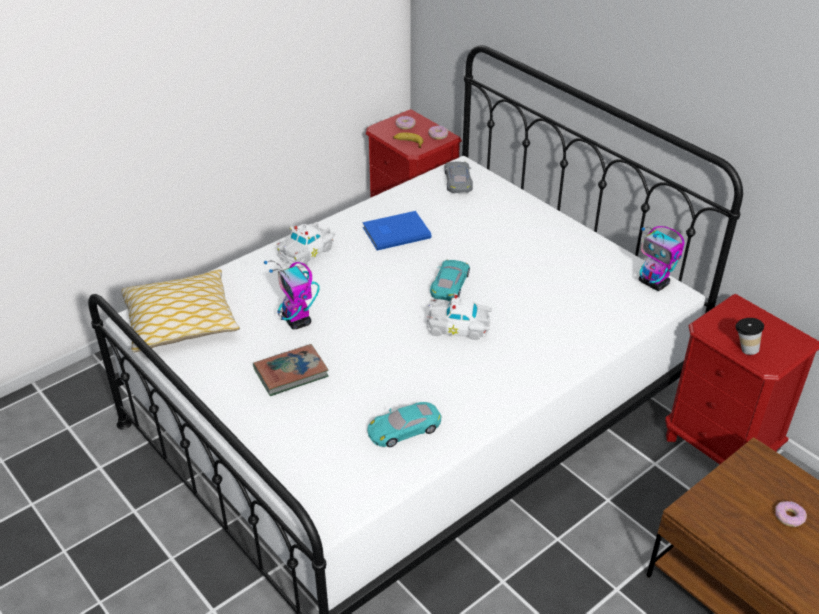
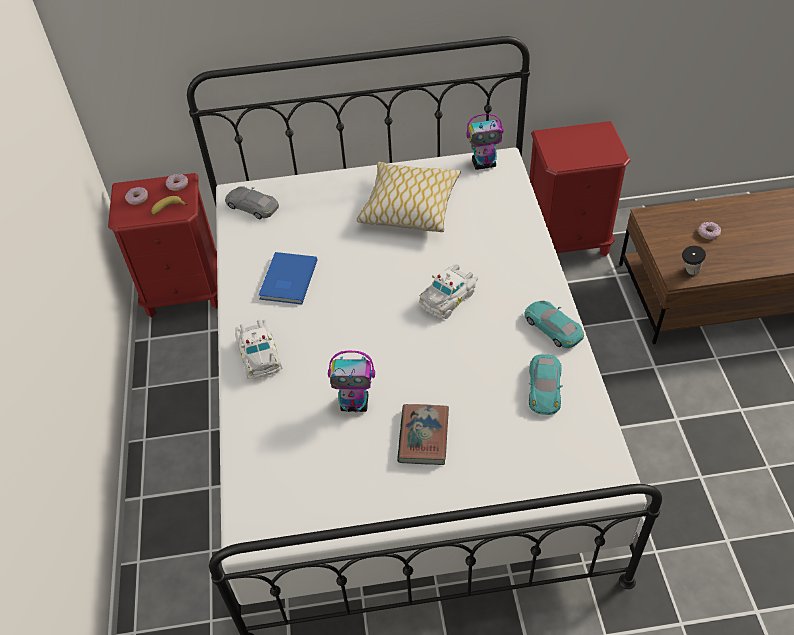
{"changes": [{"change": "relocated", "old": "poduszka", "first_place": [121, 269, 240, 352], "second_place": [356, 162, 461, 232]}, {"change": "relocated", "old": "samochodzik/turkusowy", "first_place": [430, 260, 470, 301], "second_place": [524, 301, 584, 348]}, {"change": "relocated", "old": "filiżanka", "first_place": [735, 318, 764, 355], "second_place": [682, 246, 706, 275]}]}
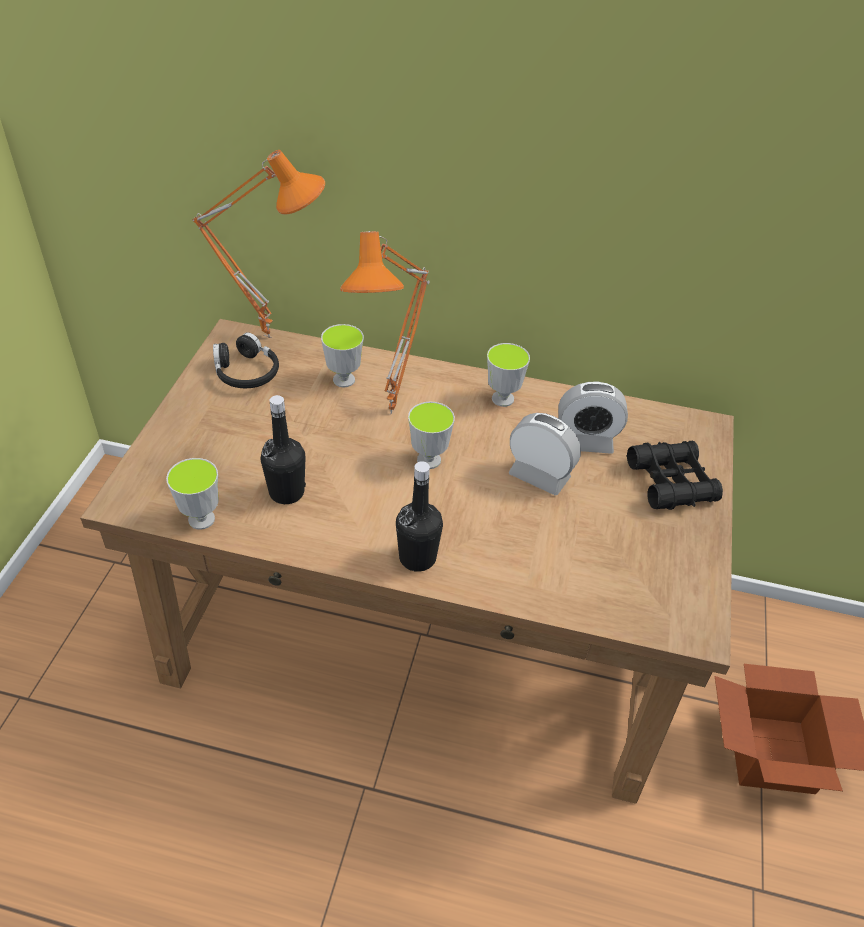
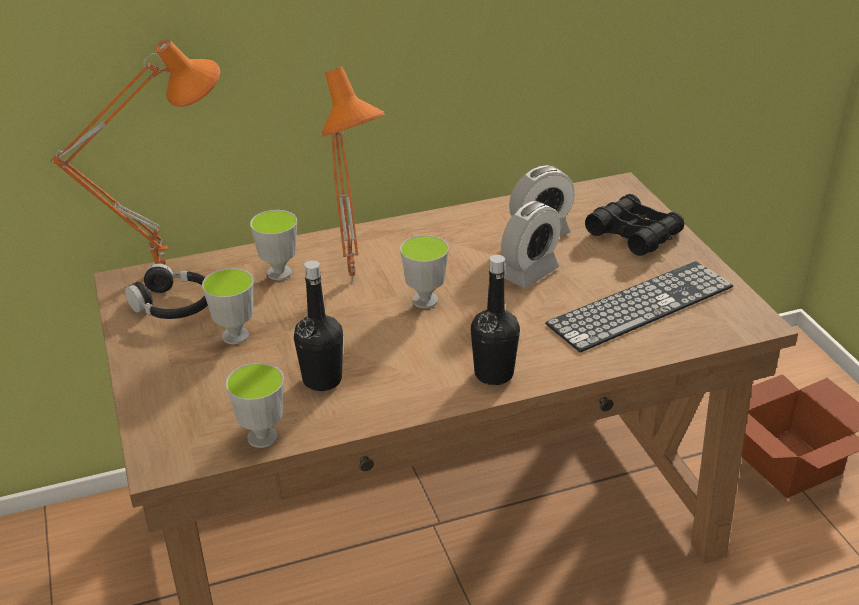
{"changes": [{"change": "relocated", "old": "filiżanka", "first_place": [487, 343, 530, 407], "second_place": [202, 268, 253, 344]}, {"change": "spun", "old": "budzik", "first_place": [509, 413, 581, 495], "second_place": [501, 201, 561, 288], "degrees": 135}, {"change": "appeared", "new": "klawiatura", "second_place": [545, 261, 733, 353]}]}
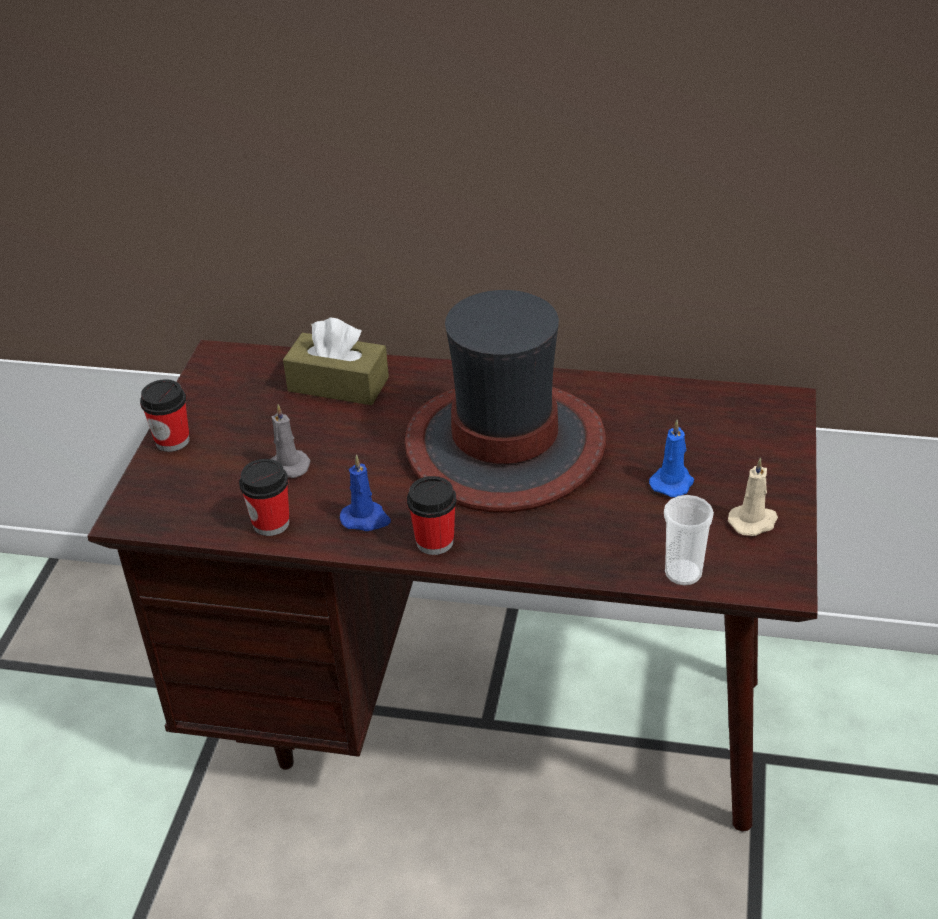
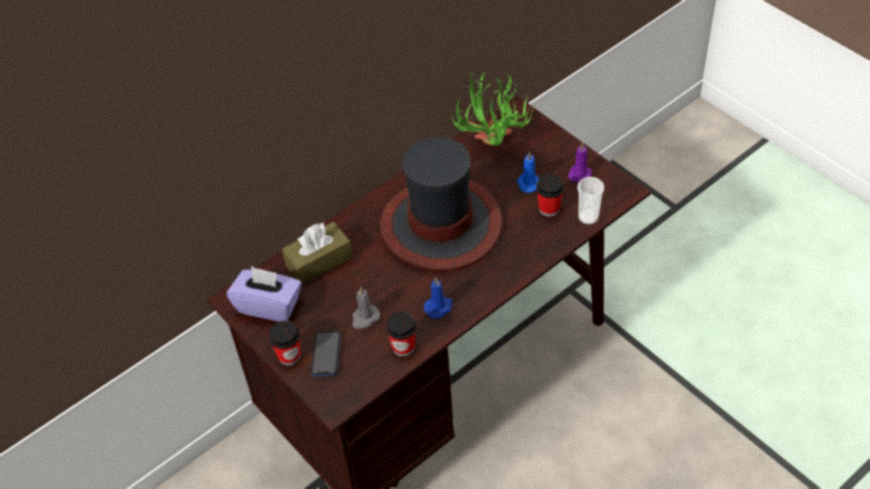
{"changes": [{"change": "appeared", "new": "pudełko chusteczek/fioletowy", "second_place": [227, 266, 301, 322]}, {"change": "appeared", "new": "telefon", "second_place": [311, 331, 341, 376]}, {"change": "appeared", "new": "roślina doniczkowa", "second_place": [450, 72, 537, 146]}, {"change": "relocated", "old": "filiżanka", "first_place": [407, 476, 457, 555], "second_place": [536, 174, 564, 217]}, {"change": "colour", "old": "świeca/beżowy", "new": "świeca/fioletowy", "first_place": [728, 457, 778, 536], "second_place": [568, 142, 592, 183]}]}
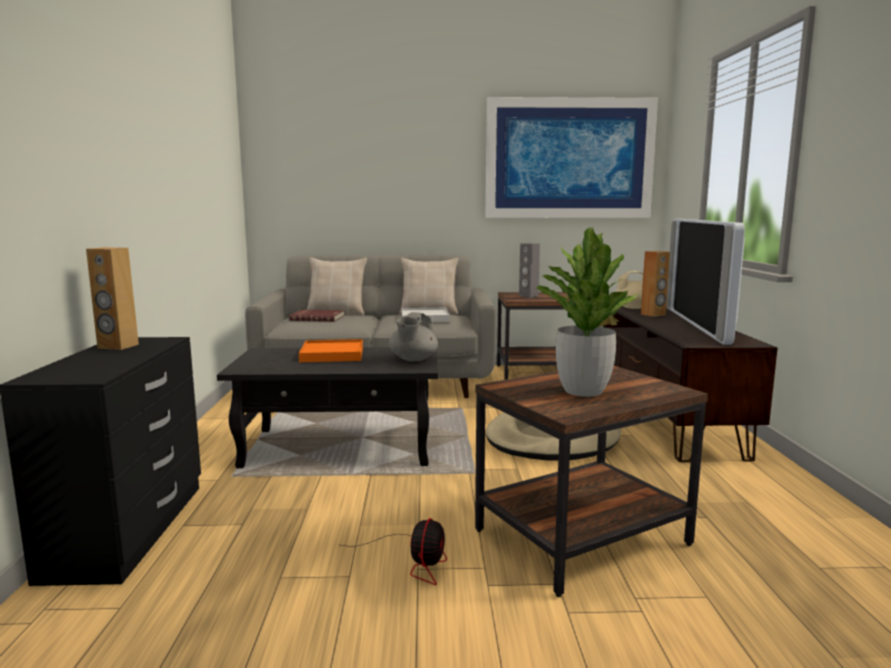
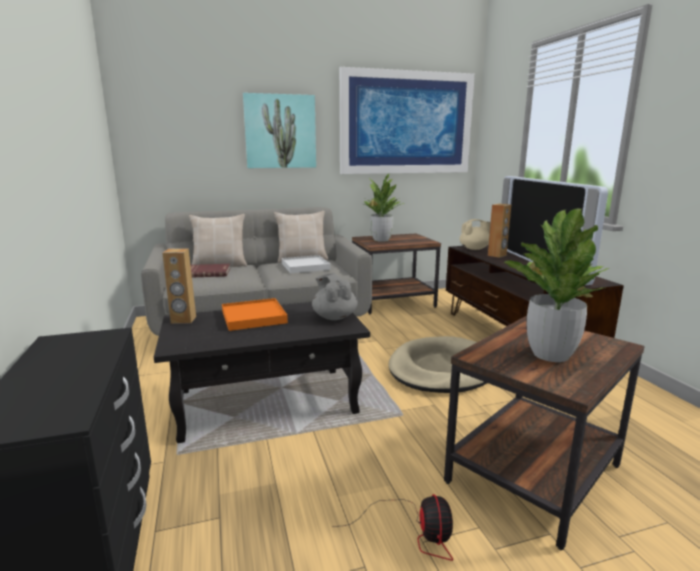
{"changes": [{"change": "relocated", "old": "głośnik/brązowy", "first_place": [86, 247, 139, 350], "second_place": [163, 248, 196, 324]}, {"change": "appeared", "new": "obraz", "second_place": [243, 93, 316, 168]}, {"change": "spun", "old": "imbryk/szary", "first_place": [389, 312, 438, 361], "second_place": [312, 273, 358, 320], "degrees": 150}, {"change": "exchanged", "old": "głośnik/szary", "new": "roślina doniczkowa", "first_place": [519, 243, 540, 297], "second_place": [364, 173, 404, 242]}]}
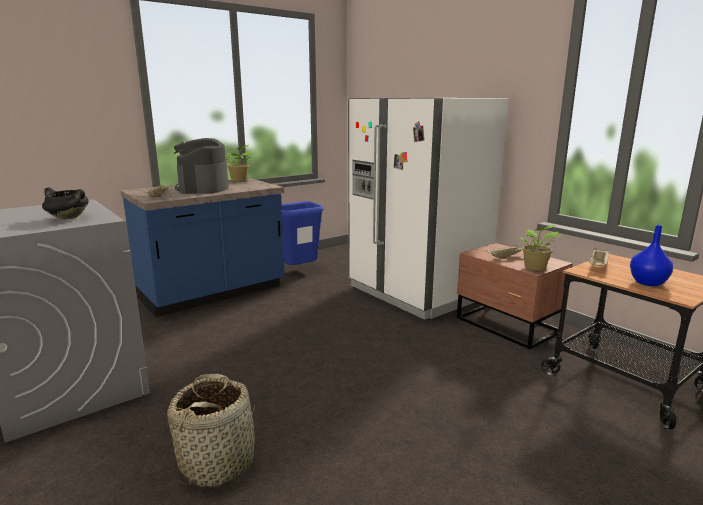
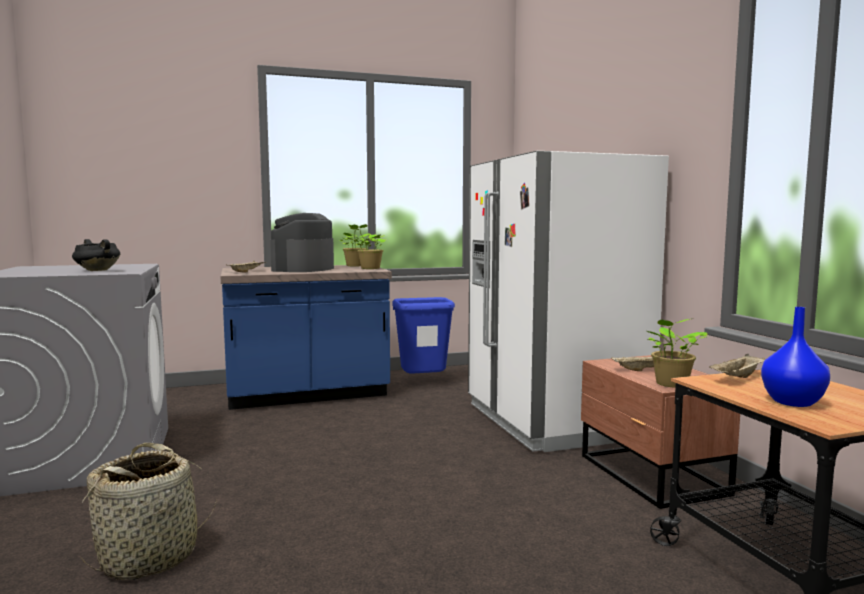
{"changes": [{"change": "appeared", "new": "roślina doniczkowa", "second_place": [349, 224, 386, 269]}]}
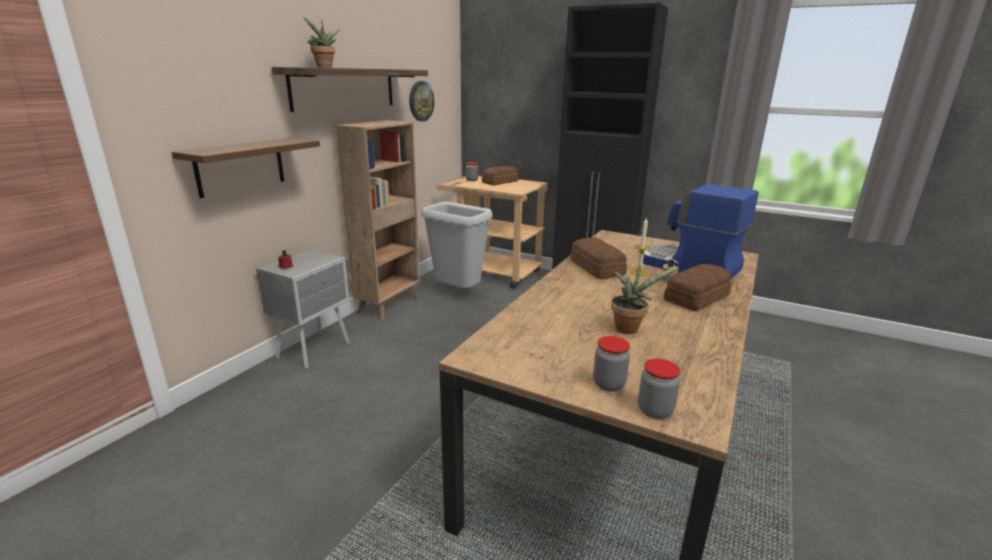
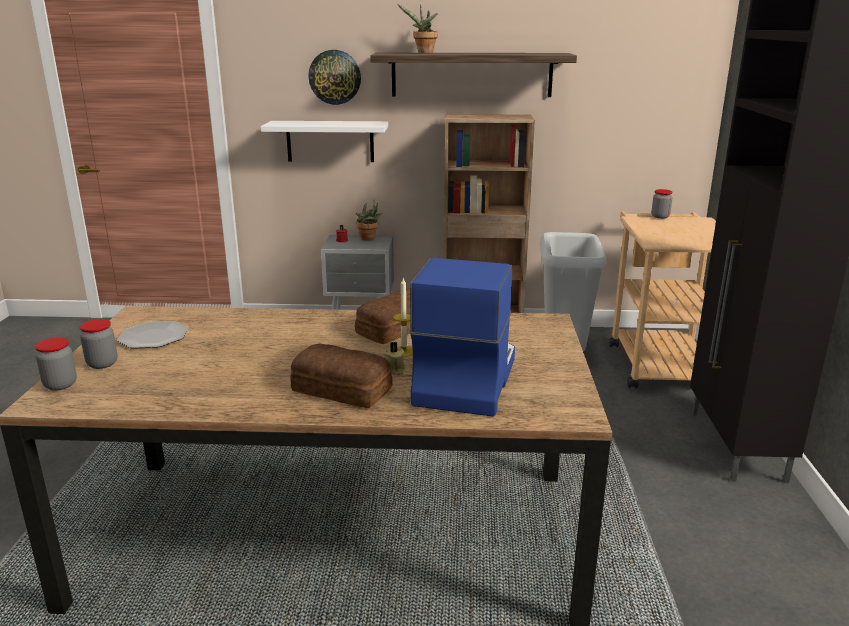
{"changes": [{"change": "appeared", "new": "talerz", "second_place": [117, 321, 189, 349]}, {"change": "colour", "old": "półka/brązowy", "new": "półka/biały", "first_place": [171, 138, 320, 198], "second_place": [261, 121, 388, 162]}, {"change": "relocated", "old": "zegar ścienny", "first_place": [409, 81, 434, 121], "second_place": [308, 50, 361, 105]}, {"change": "relocated", "old": "roślina doniczkowa", "first_place": [611, 265, 676, 334], "second_place": [356, 201, 382, 241]}, {"change": "missing", "old": "chleb", "first_place": [482, 166, 519, 185]}]}
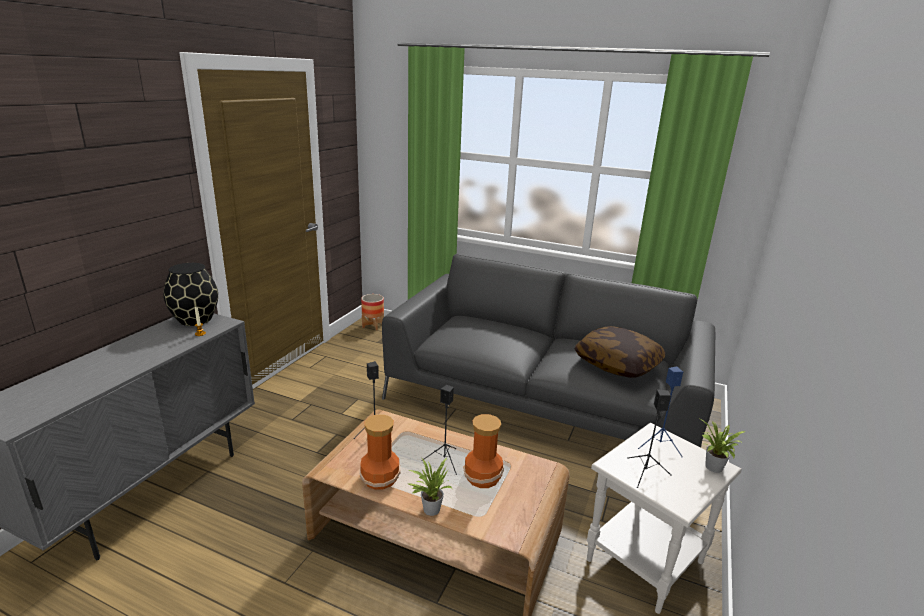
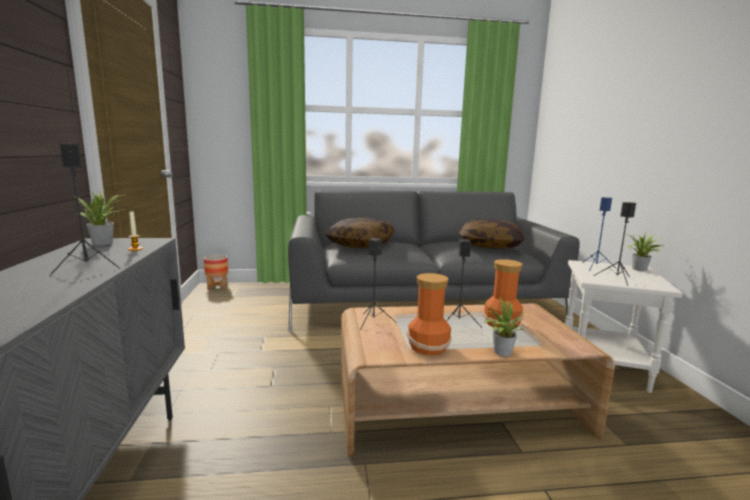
{"changes": [{"change": "appeared", "new": "głośnik/czarny", "second_place": [49, 143, 121, 276]}, {"change": "exchanged", "old": "wazon/czarny", "new": "roślina doniczkowa", "first_place": [164, 263, 218, 326], "second_place": [74, 191, 125, 245]}, {"change": "appeared", "new": "poduszka", "second_place": [325, 217, 395, 248]}]}
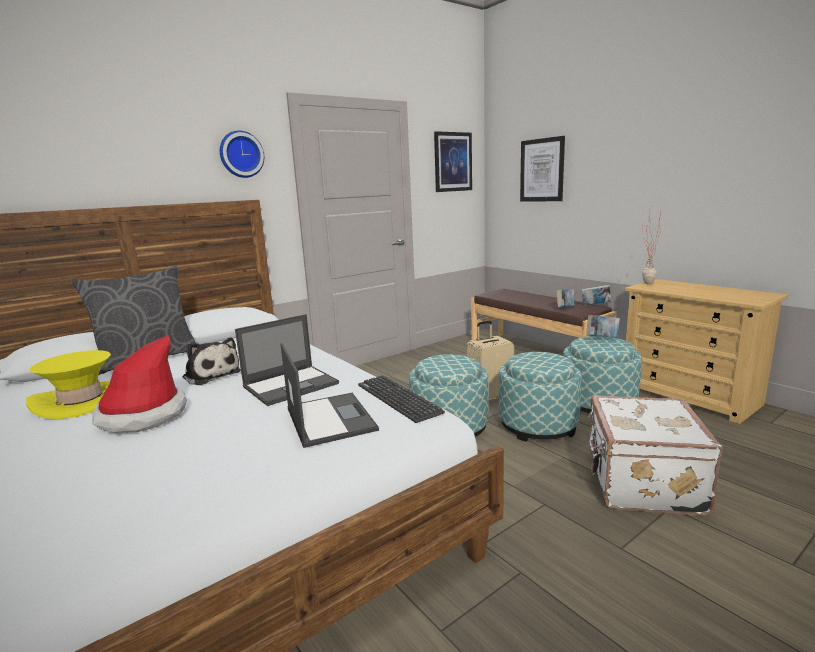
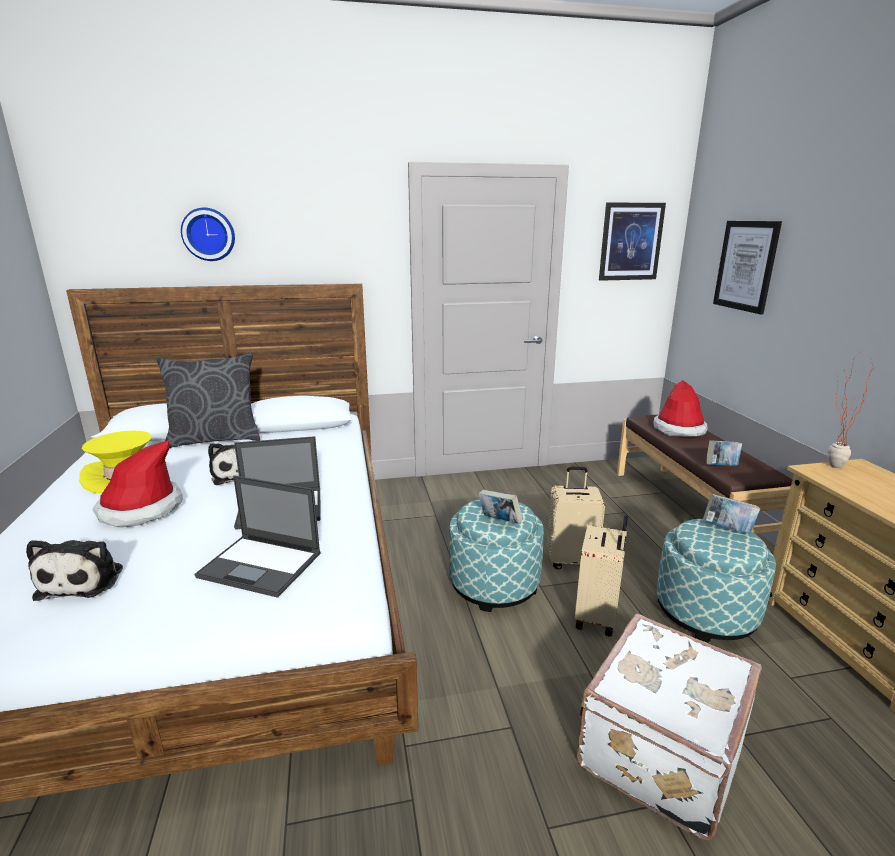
{"changes": [{"change": "appeared", "new": "pluszak", "second_place": [26, 540, 123, 601]}, {"change": "relocated", "old": "zegar ścienny", "first_place": [220, 130, 264, 178], "second_place": [181, 208, 235, 261]}, {"change": "spun", "old": "laptop", "first_place": [280, 343, 379, 448], "second_place": [195, 476, 321, 598], "degrees": 105}, {"change": "relocated", "old": "książka", "first_place": [581, 285, 612, 306], "second_place": [479, 490, 523, 524]}, {"change": "exchanged", "old": "pufa", "new": "walizka/beżowy", "first_place": [499, 352, 582, 442], "second_place": [575, 516, 628, 637]}, {"change": "appeared", "new": "kapelusz", "second_place": [653, 380, 708, 437]}, {"change": "missing", "old": "klawiatura", "first_place": [358, 376, 445, 423]}]}
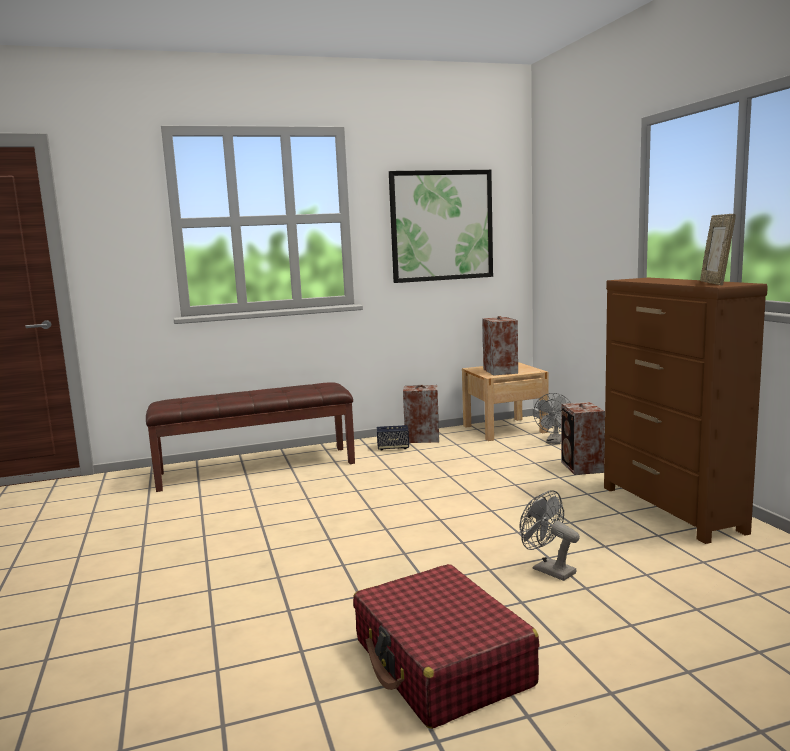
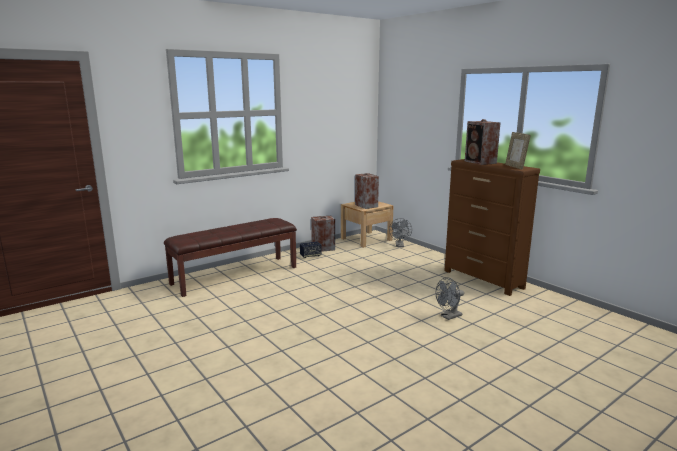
{"changes": [{"change": "spun", "old": "wentylator/szary", "first_place": [520, 490, 580, 581], "second_place": [436, 277, 464, 320], "degrees": -60}, {"change": "relocated", "old": "głośnik", "first_place": [561, 402, 605, 475], "second_place": [465, 119, 500, 165]}, {"change": "missing", "old": "walizka/czerwony", "first_place": [353, 564, 540, 729]}, {"change": "missing", "old": "obraz", "first_place": [389, 170, 493, 283]}]}
